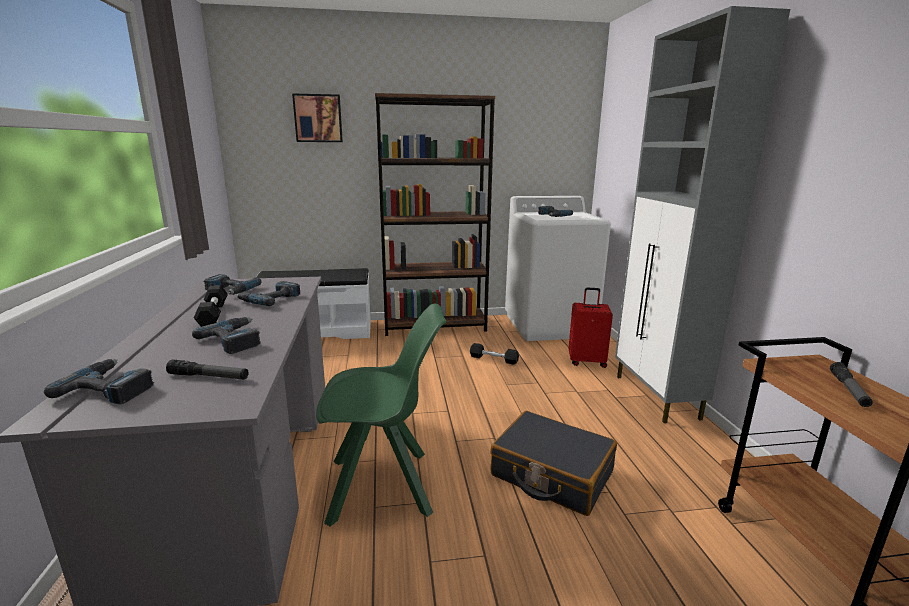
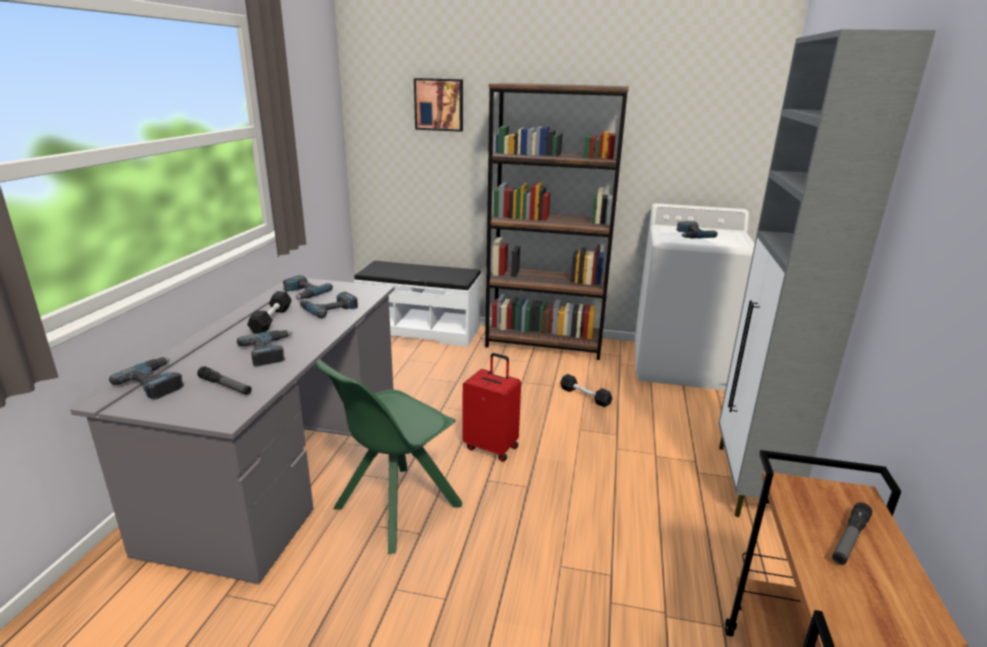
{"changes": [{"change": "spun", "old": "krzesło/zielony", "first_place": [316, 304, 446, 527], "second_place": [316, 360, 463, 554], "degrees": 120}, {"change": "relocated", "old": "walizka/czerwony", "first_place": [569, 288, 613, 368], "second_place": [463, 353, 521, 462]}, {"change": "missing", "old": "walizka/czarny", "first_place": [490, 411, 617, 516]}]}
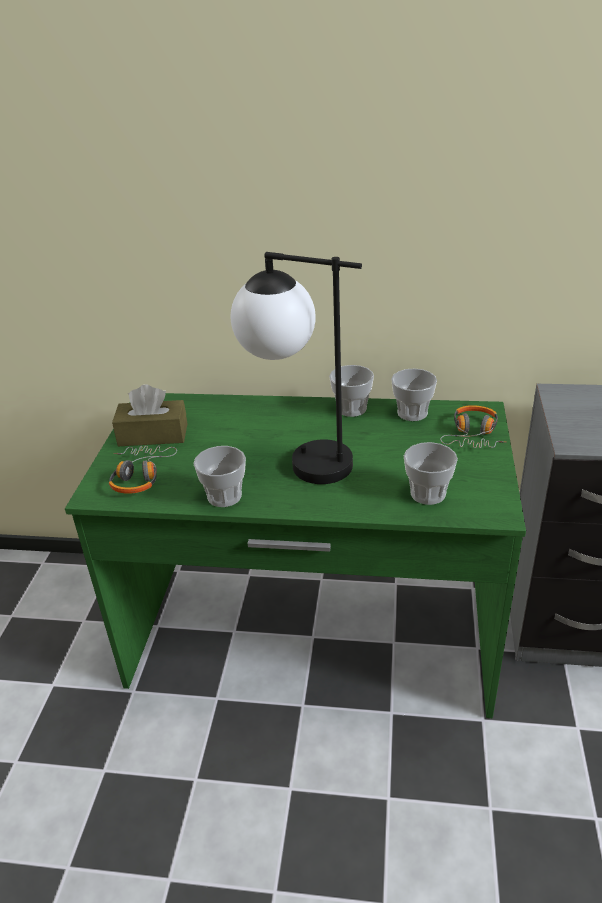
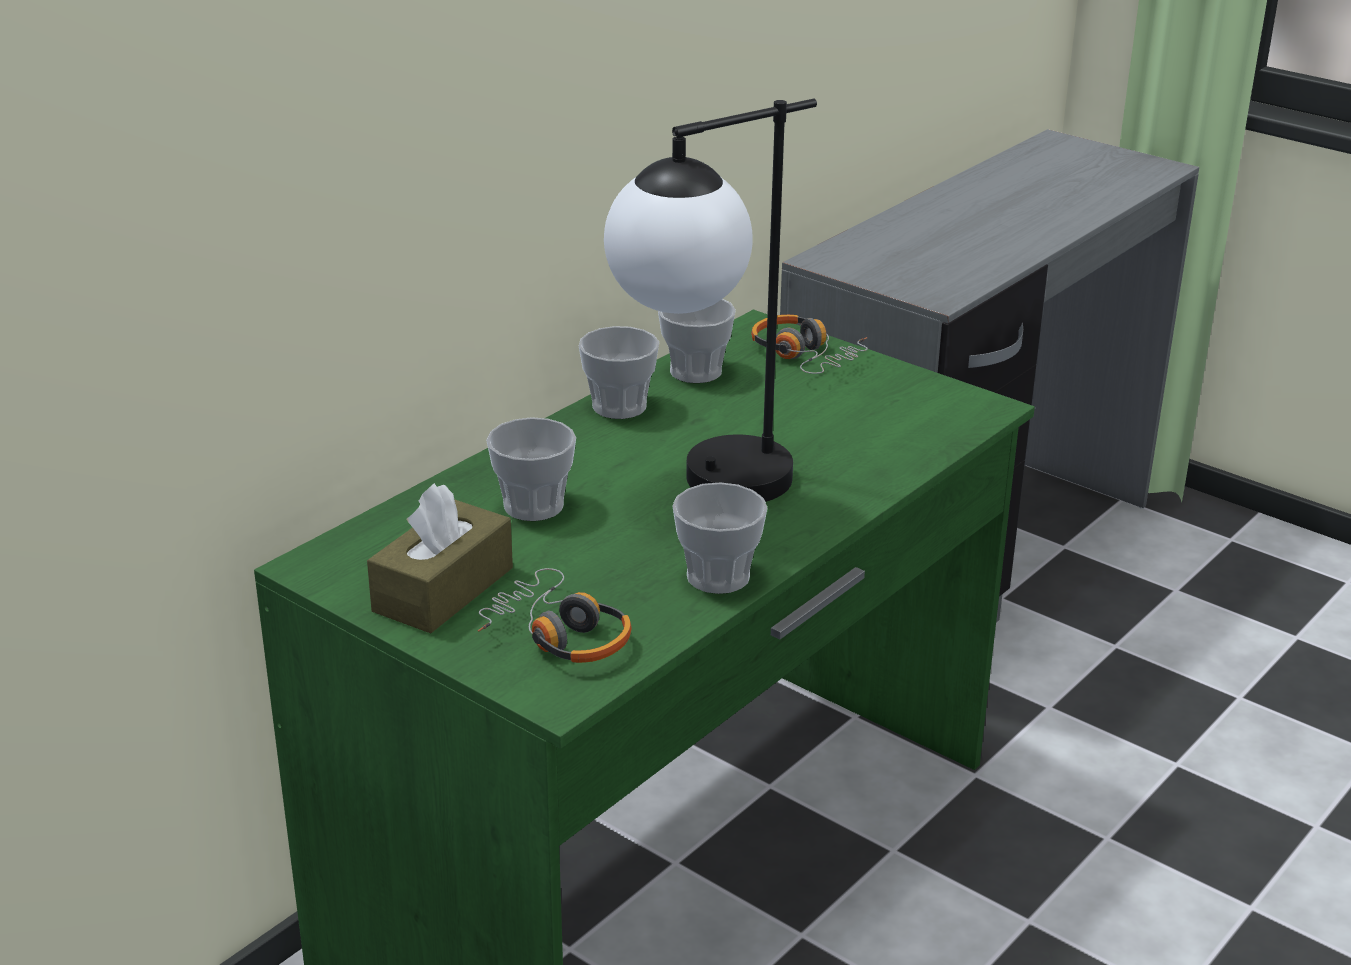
{"changes": [{"change": "relocated", "old": "filiżanka", "first_place": [404, 442, 458, 505], "second_place": [486, 417, 576, 521]}]}
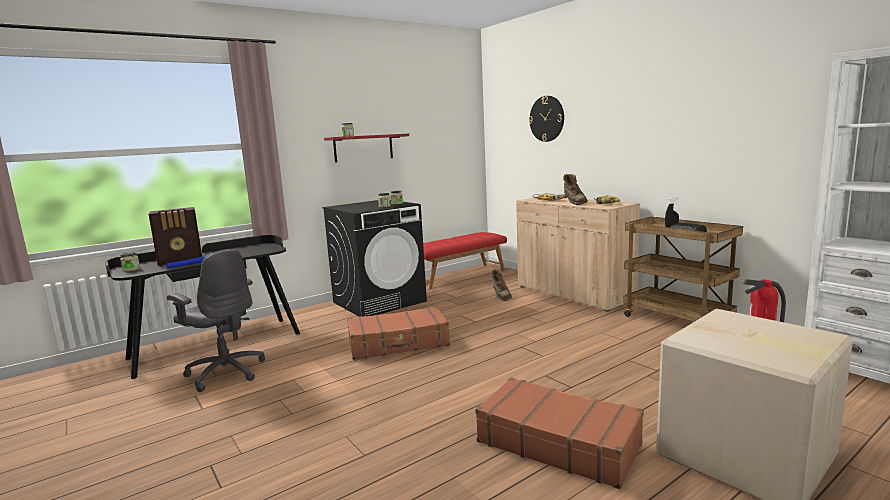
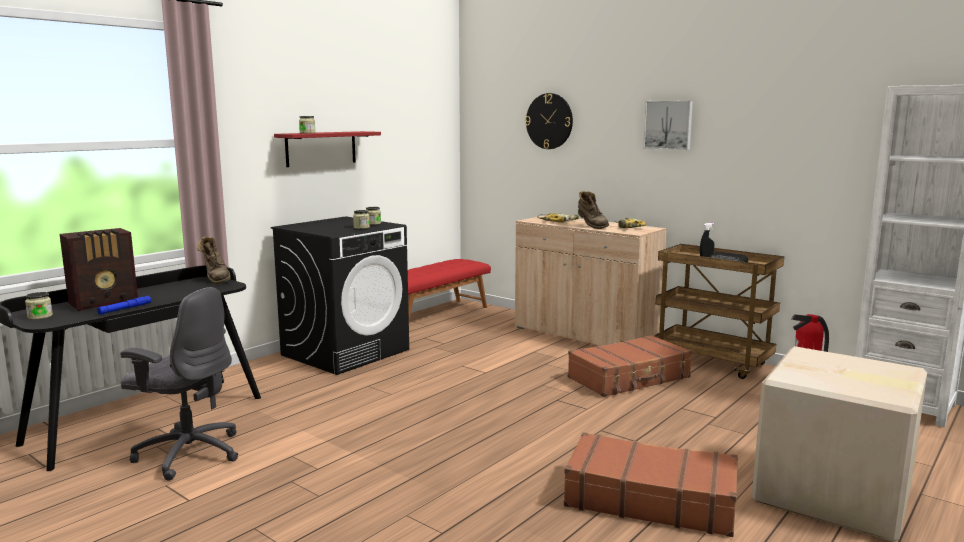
{"changes": [{"change": "relocated", "old": "but z cholewką/brązowy", "first_place": [491, 269, 512, 301], "second_place": [197, 236, 231, 284]}, {"change": "relocated", "old": "walizka/brązowy", "first_place": [347, 306, 450, 360], "second_place": [568, 335, 692, 397]}, {"change": "appeared", "new": "obraz", "second_place": [643, 101, 693, 150]}]}
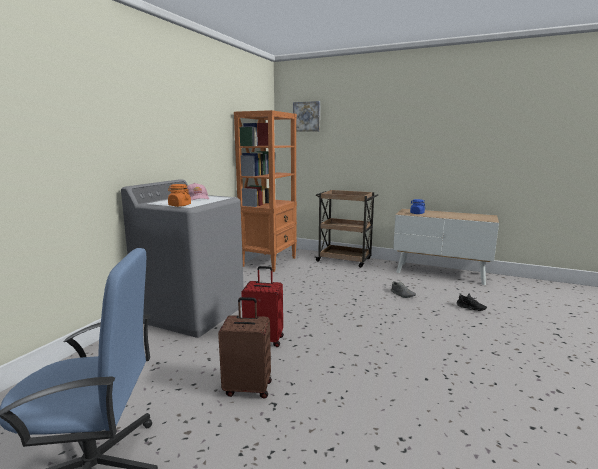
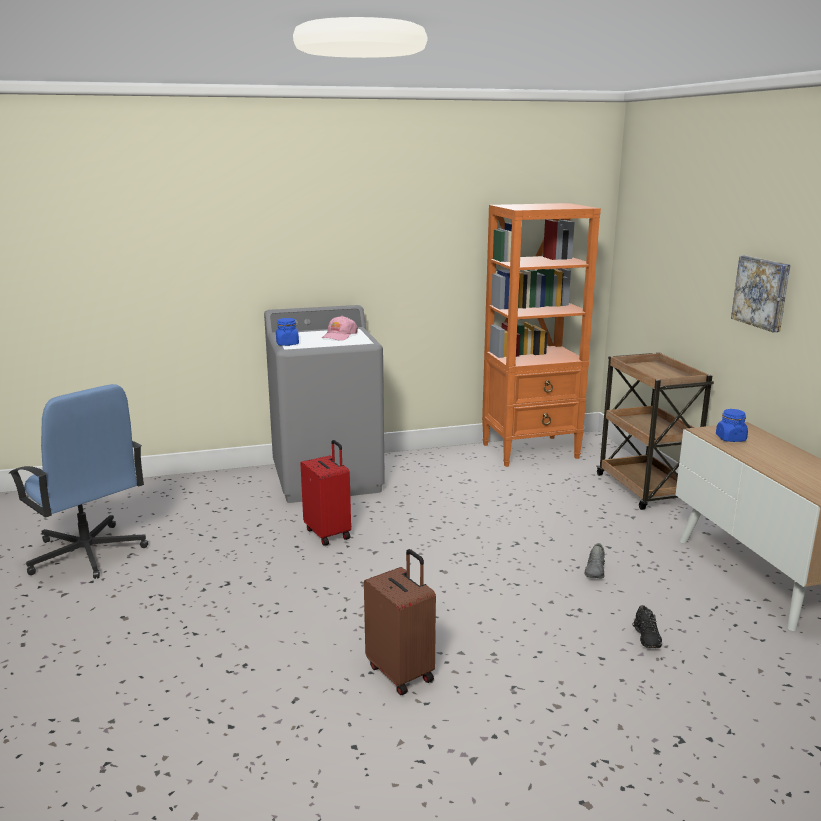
{"changes": [{"change": "colour", "old": "słoik/pomarańczowy", "new": "słoik/niebieski", "first_place": [168, 184, 191, 207], "second_place": [276, 318, 299, 346]}, {"change": "relocated", "old": "walizka/brązowy", "first_place": [218, 297, 272, 399], "second_place": [364, 549, 436, 695]}, {"change": "relocated", "old": "obraz", "first_place": [293, 101, 320, 132], "second_place": [731, 256, 790, 332]}]}
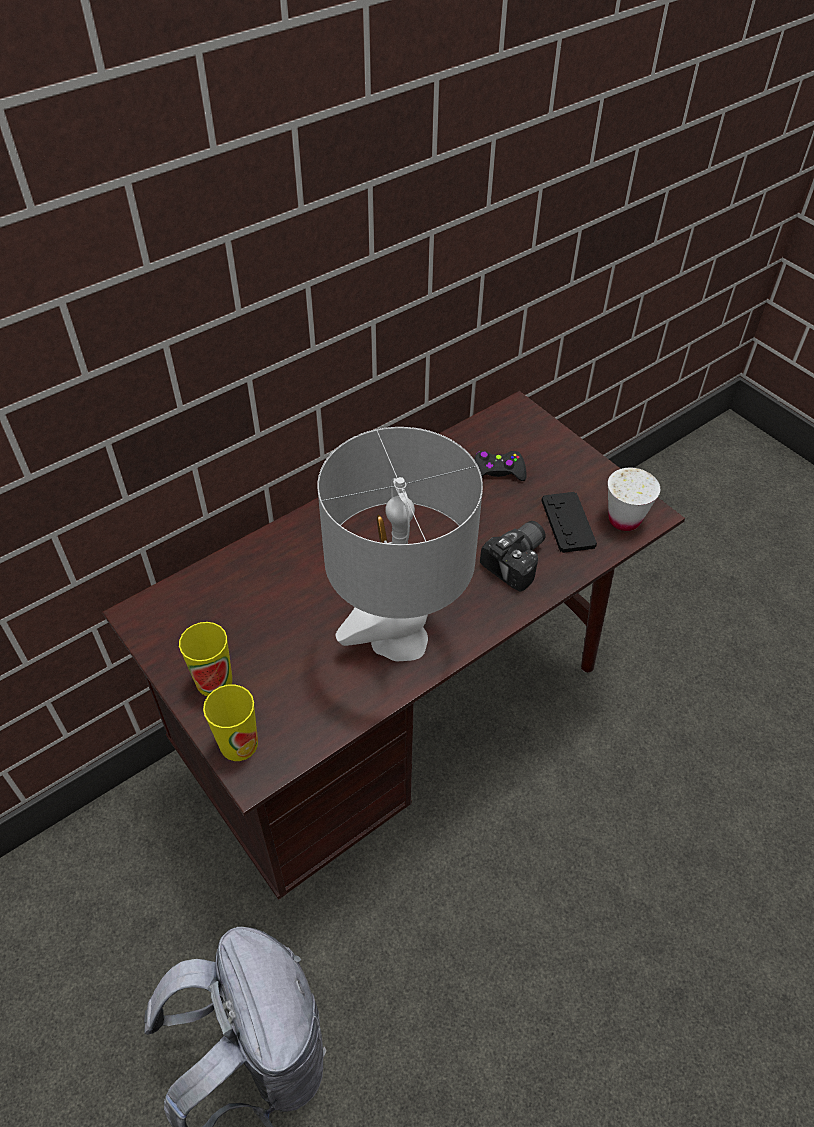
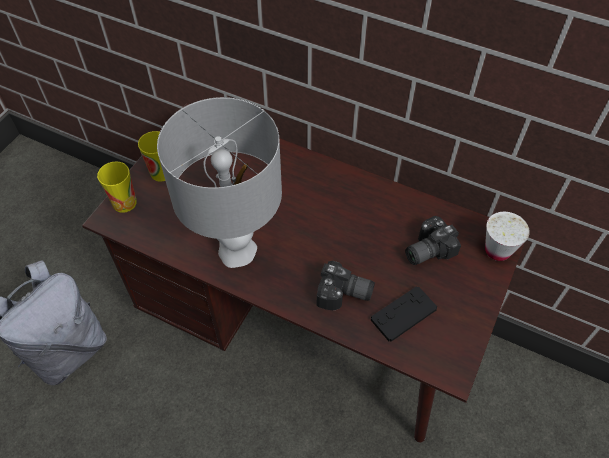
{"changes": [{"change": "exchanged", "old": "pad do gier/czarny", "new": "aparat fotograficzny", "first_place": [474, 451, 527, 481], "second_place": [405, 216, 461, 265]}, {"change": "relocated", "old": "filiżanka/biały", "first_place": [608, 468, 660, 531], "second_place": [485, 212, 530, 261]}]}
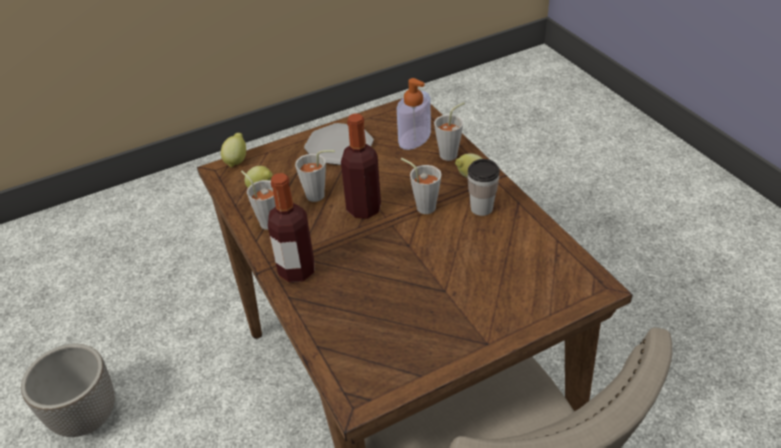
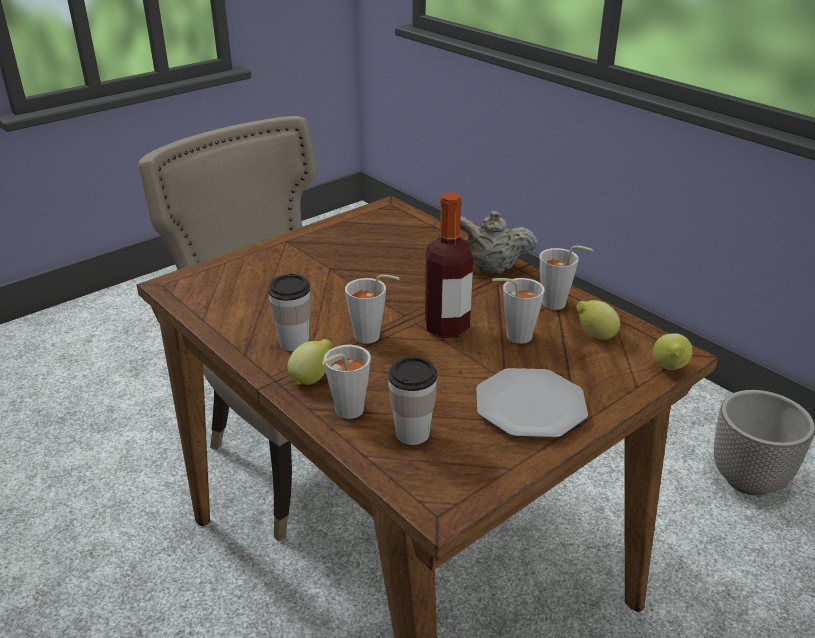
{"changes": [{"change": "exchanged", "old": "dozownik mydła", "new": "filiżanka", "first_place": [397, 78, 431, 150], "second_place": [388, 356, 437, 445]}, {"change": "exchanged", "old": "butelka", "new": "imbryk/beżowy", "first_place": [268, 173, 315, 282], "second_place": [460, 211, 538, 274]}]}
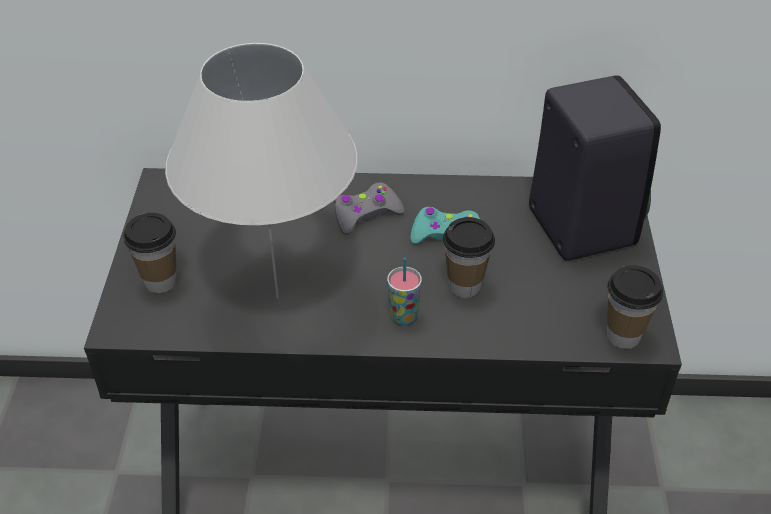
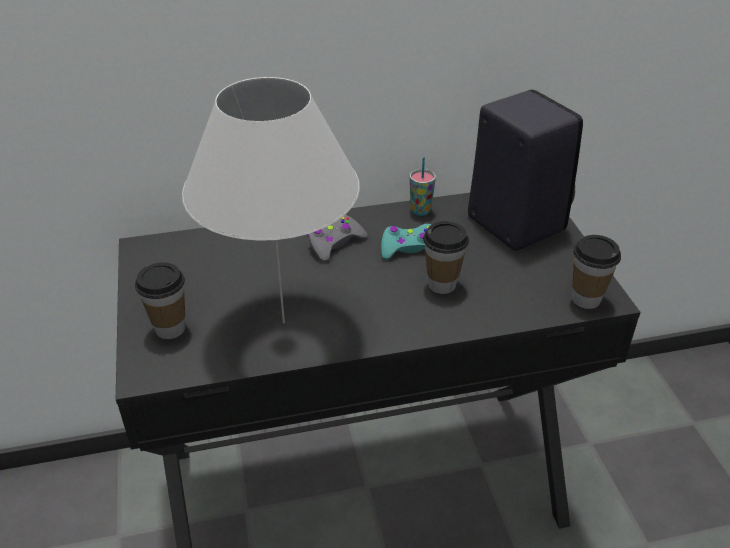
{"changes": [{"change": "relocated", "old": "filiżanka", "first_place": [387, 258, 422, 325], "second_place": [410, 157, 436, 216]}]}
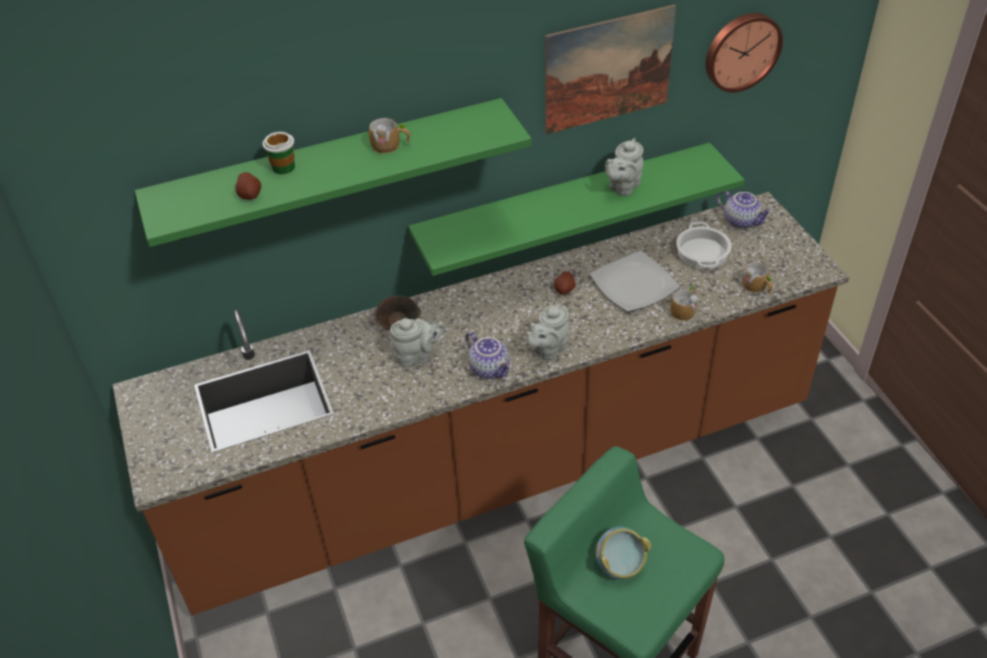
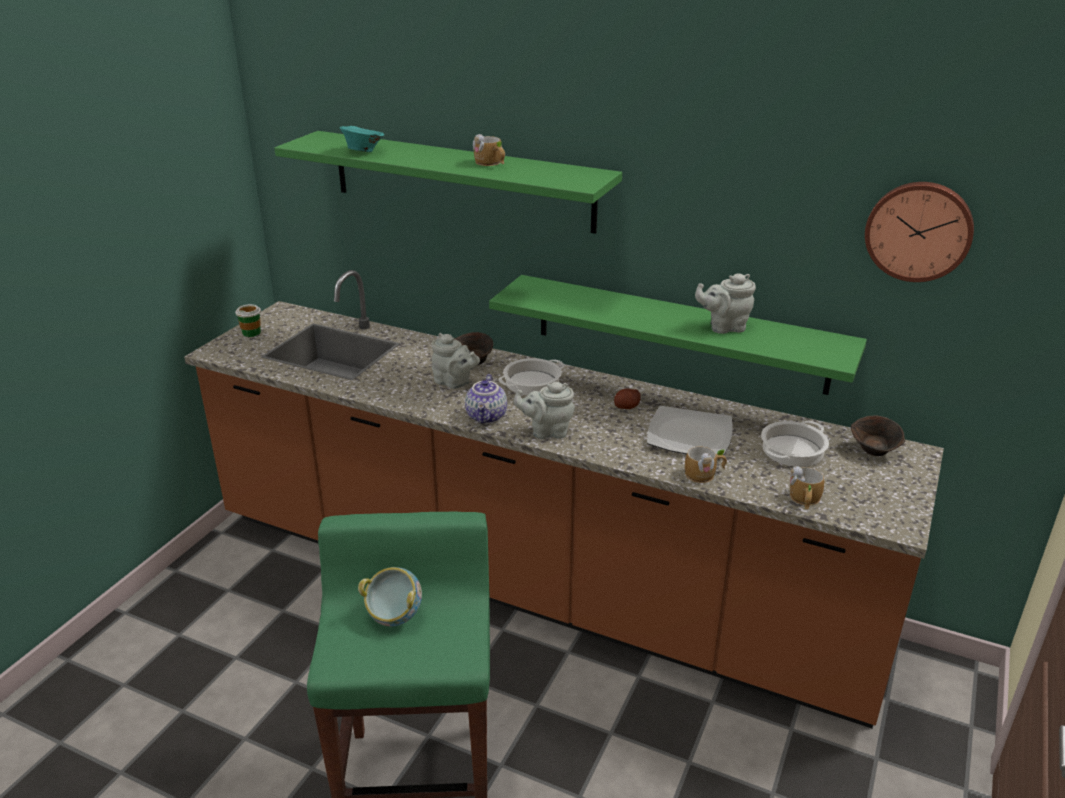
{"changes": [{"change": "relocated", "old": "filiżanka", "first_place": [262, 132, 295, 174], "second_place": [235, 304, 261, 337]}, {"change": "exchanged", "old": "ziemniak", "new": "miska/turkusowy", "first_place": [235, 172, 261, 200], "second_place": [340, 126, 384, 152]}, {"change": "appeared", "new": "garnek", "second_place": [498, 358, 564, 395]}, {"change": "exchanged", "old": "imbryk", "new": "miska/brązowy", "first_place": [717, 191, 772, 229], "second_place": [851, 415, 905, 456]}, {"change": "missing", "old": "obraz", "first_place": [545, 4, 676, 134]}]}
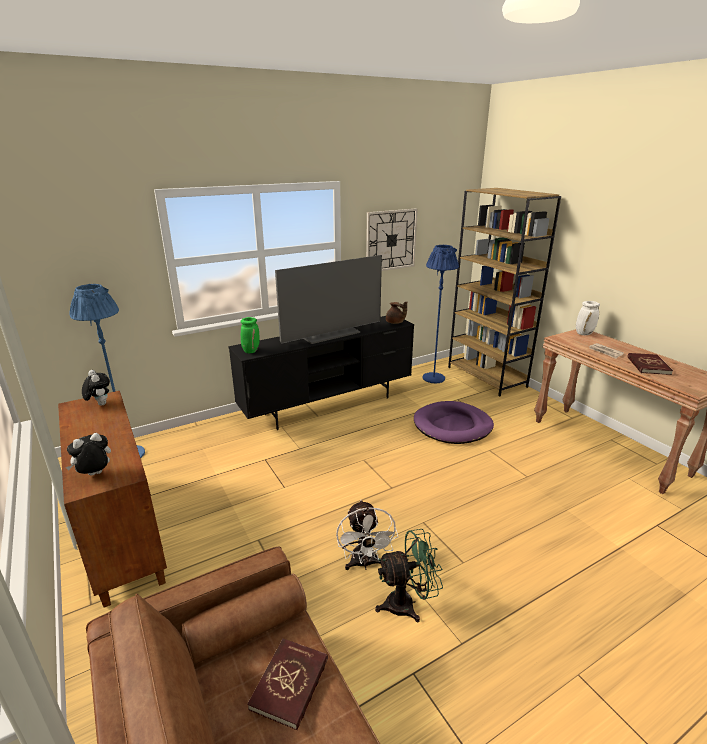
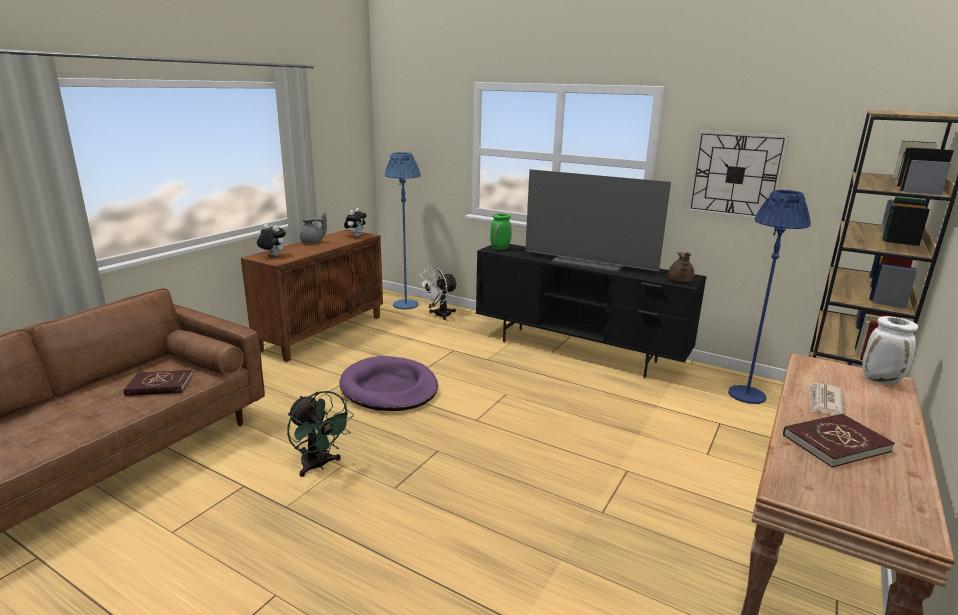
{"changes": [{"change": "appeared", "new": "imbryk/szary", "second_place": [300, 213, 327, 243]}, {"change": "relocated", "old": "legowisko/fioletowy", "first_place": [414, 401, 494, 444], "second_place": [339, 356, 438, 411]}, {"change": "relocated", "old": "wentylator/biały", "first_place": [336, 500, 398, 570], "second_place": [418, 266, 458, 320]}]}
